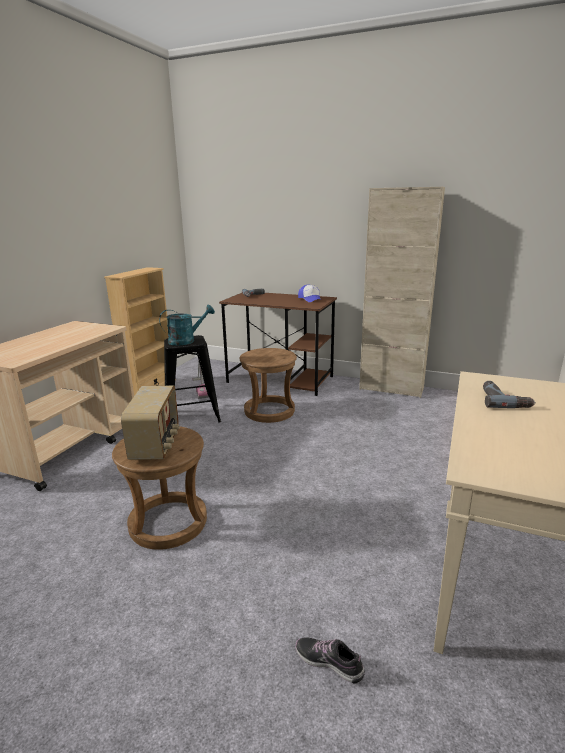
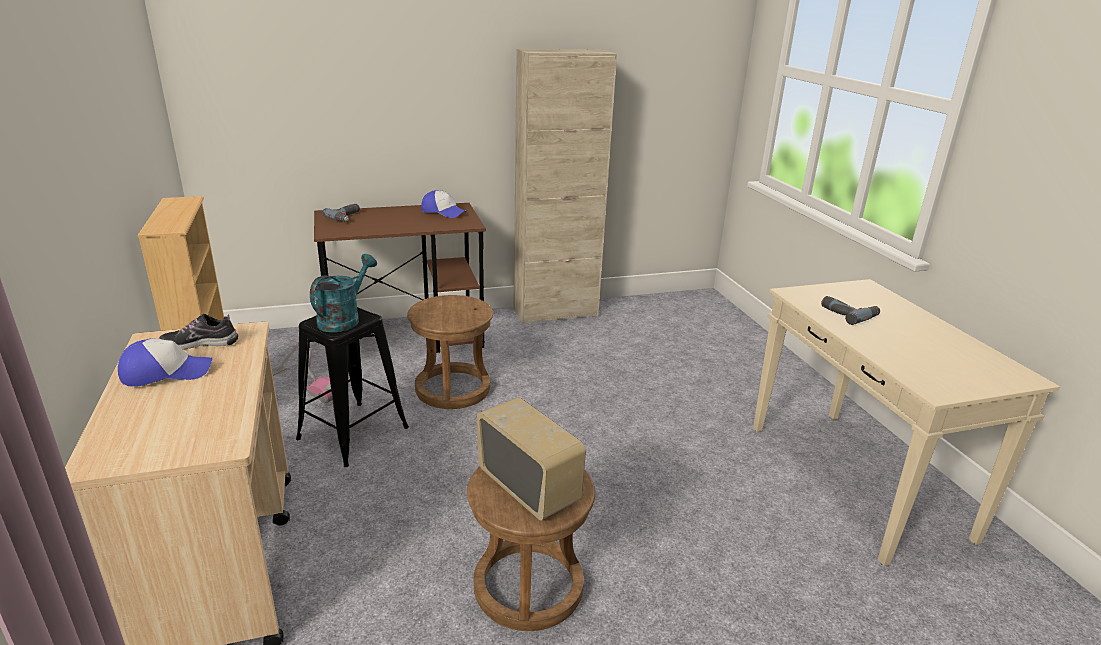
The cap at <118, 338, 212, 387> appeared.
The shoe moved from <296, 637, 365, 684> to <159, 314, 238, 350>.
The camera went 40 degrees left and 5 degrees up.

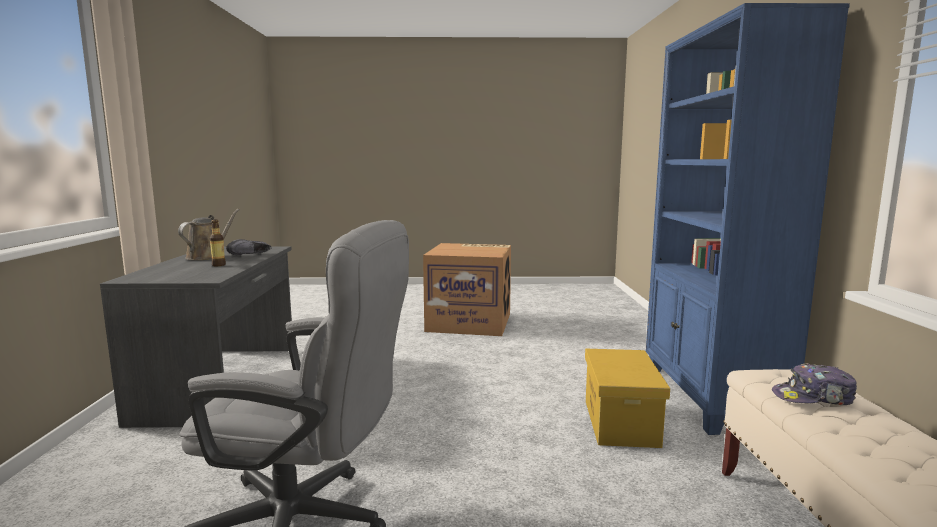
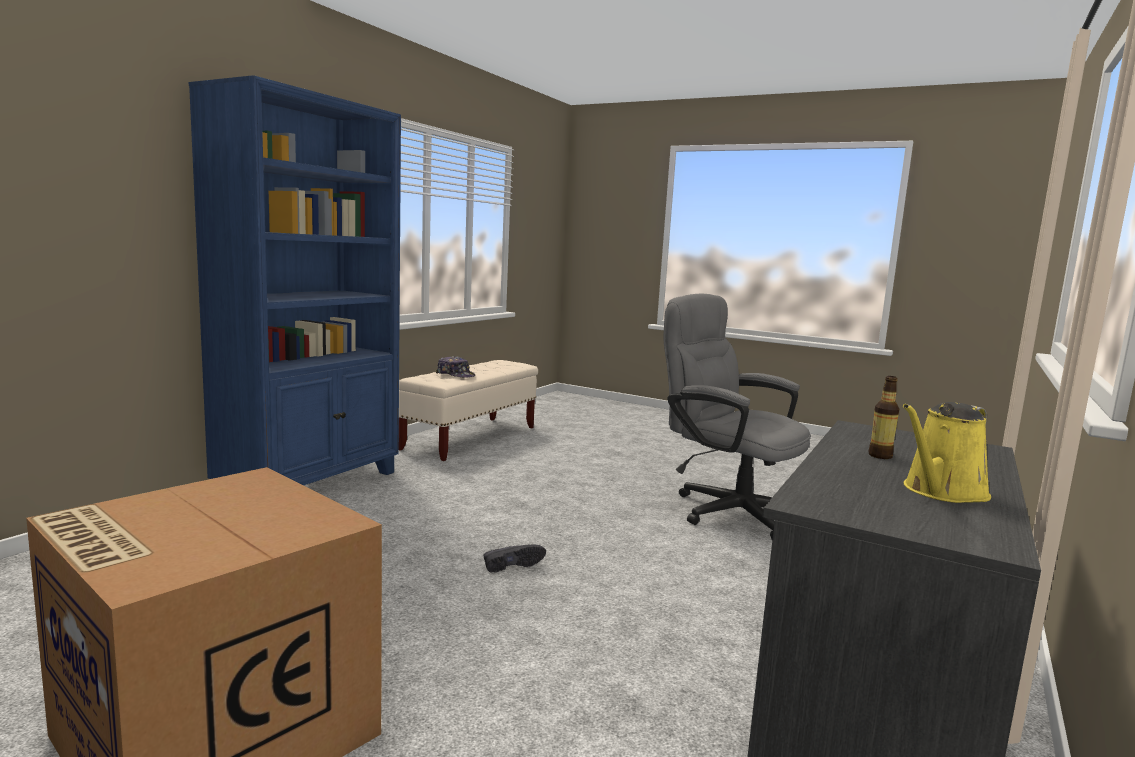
The black_shoe moved from <226, 239, 272, 255> to <484, 545, 546, 573>.
The brown_watering_can at <178, 209, 240, 260> became the yellow_watering_can at <903, 402, 991, 503>.
The yellow_storage_box at <585, 349, 670, 448> disappeared.
The camera went 150 degrees left and 0 degrees up.

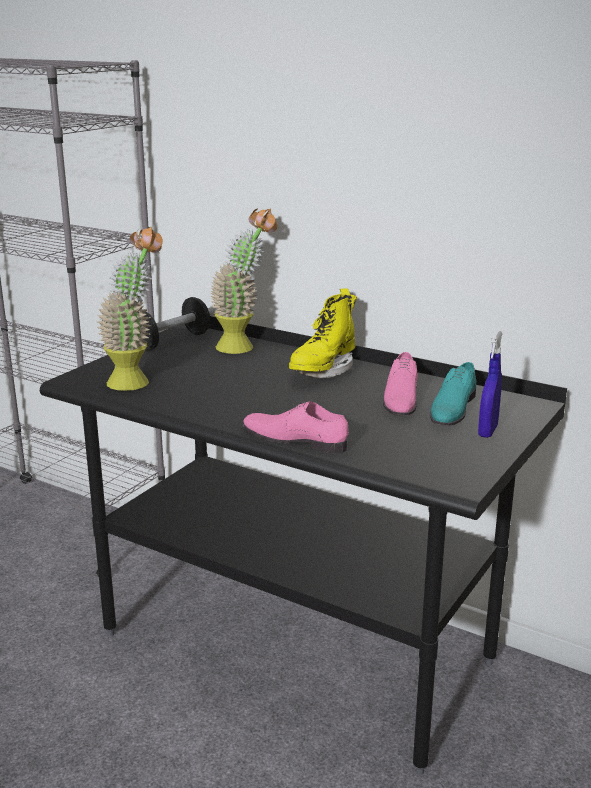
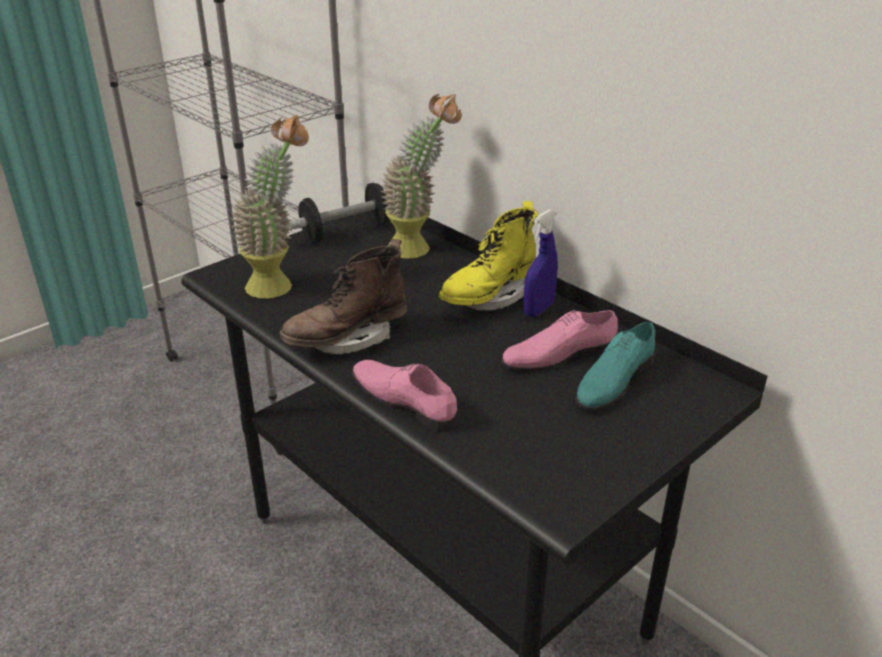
The brown_boot at <280, 239, 407, 354> appeared.
The pink_shoe at <383, 352, 418, 415> turned 45 degrees clockwise.
The blue_spray_bottle moved from <478, 330, 503, 438> to <523, 209, 558, 317>.
The camera went 15 degrees right and 10 degrees up.

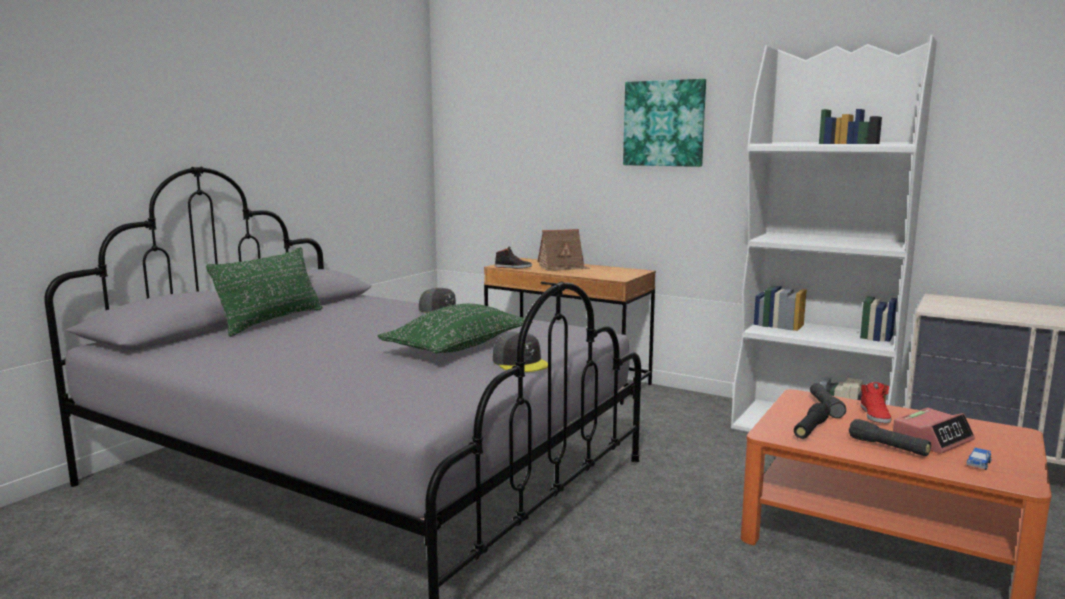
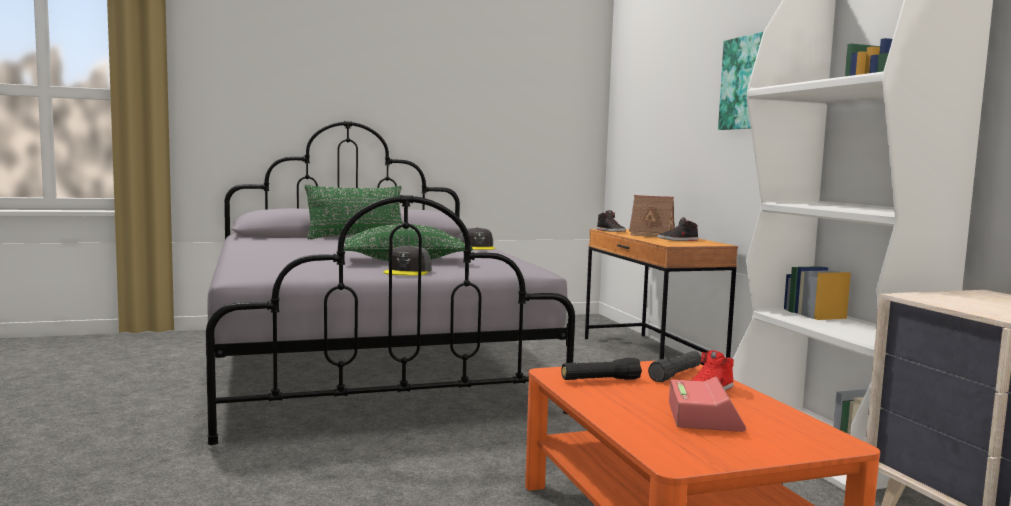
The black_shoe at <657, 217, 698, 241> appeared.
The alarm_clock at <893, 408, 975, 454> turned 90 degrees counterclockwise.
The black_flashlight at <849, 419, 931, 456> disappeared.
The toy_car at <966, 448, 992, 470> disappeared.
The camera went 40 degrees right and 5 degrees down.

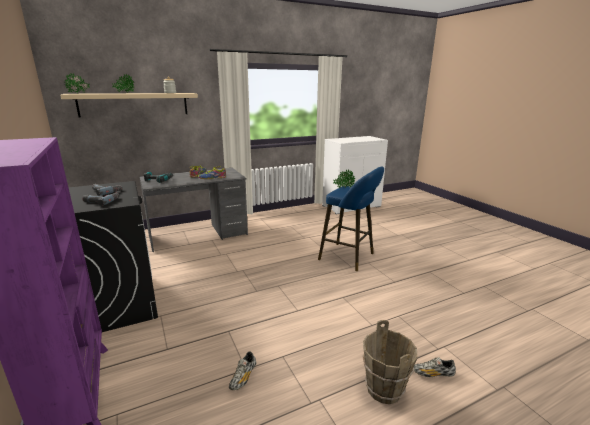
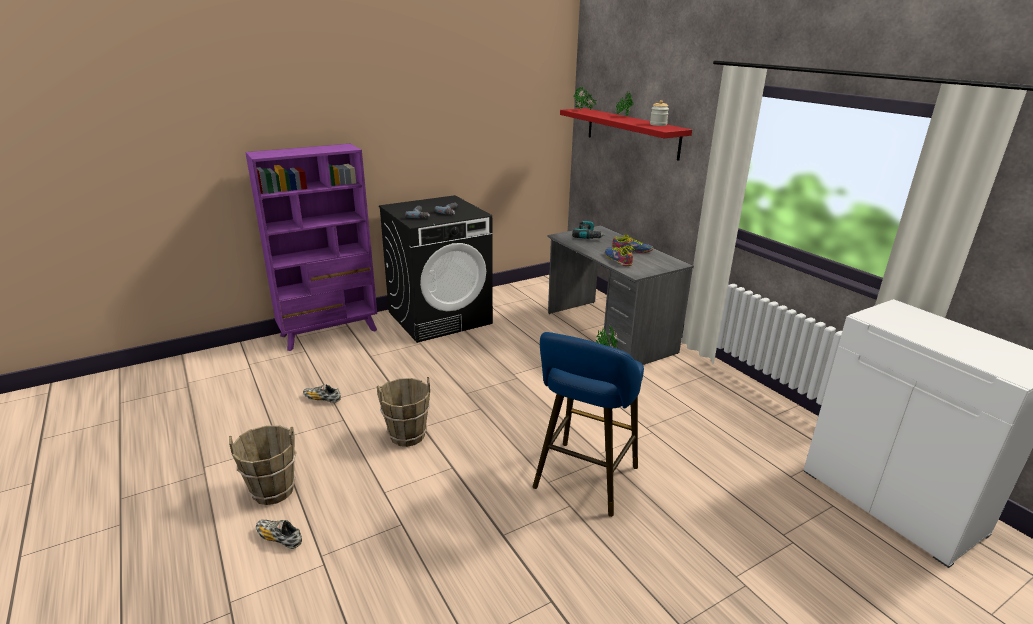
The shoe at <414, 357, 456, 377> turned 60 degrees counterclockwise.
The brown_bucket at <377, 377, 430, 447> appeared.
The beige_shelf at <60, 93, 198, 117> became the red_shelf at <560, 108, 692, 161>.
The camera went 85 degrees right and 5 degrees up.

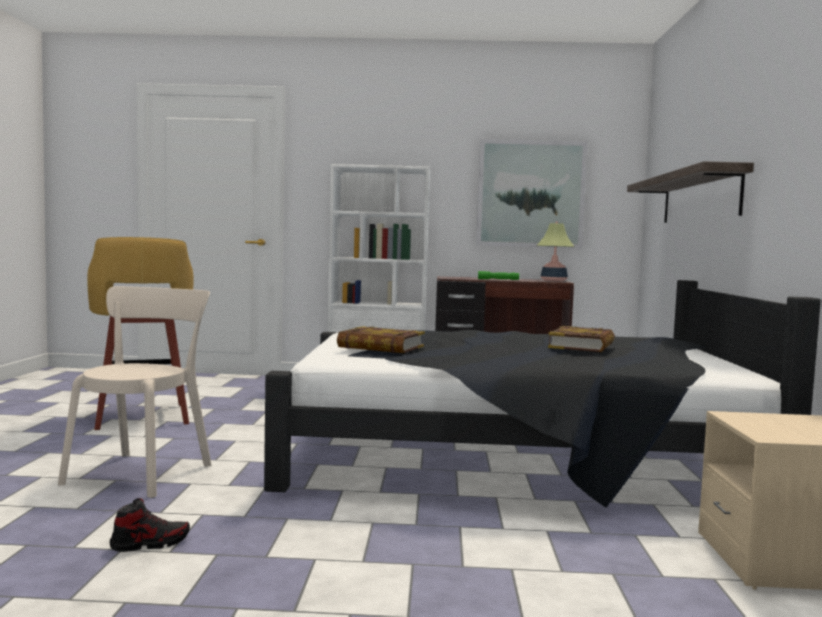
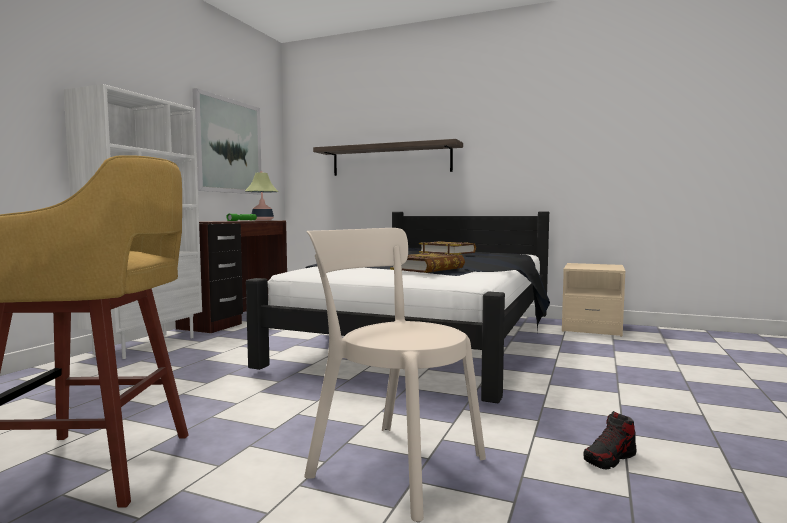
The shoe at <110, 498, 190, 552> turned 120 degrees counterclockwise.
The camera went 70 degrees left and 0 degrees up.

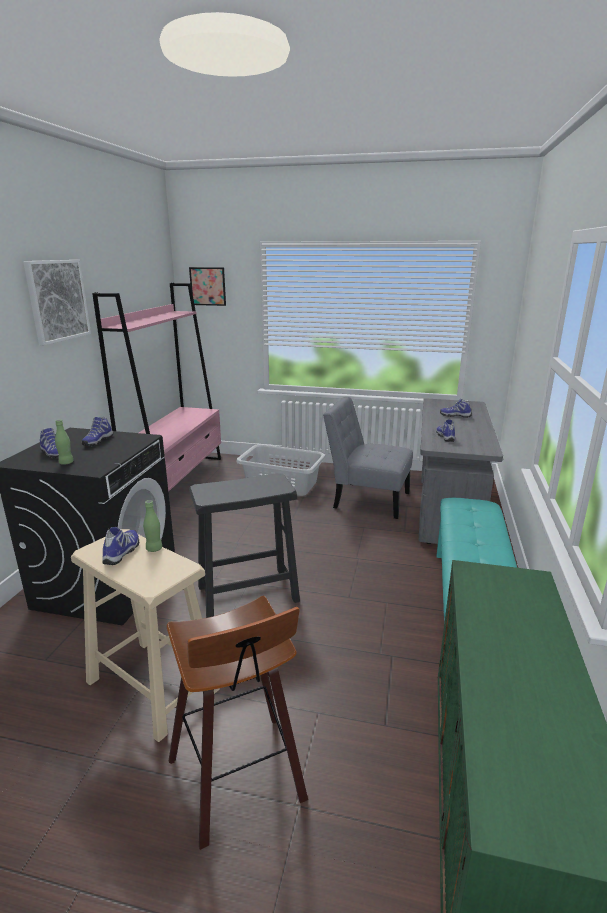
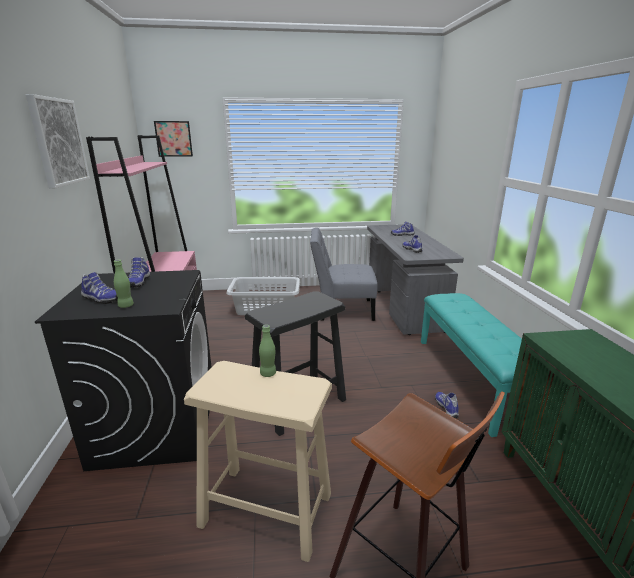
The shoe moved from <102, 527, 139, 565> to <435, 392, 459, 418>.
The camera went 20 degrees left and 0 degrees up.

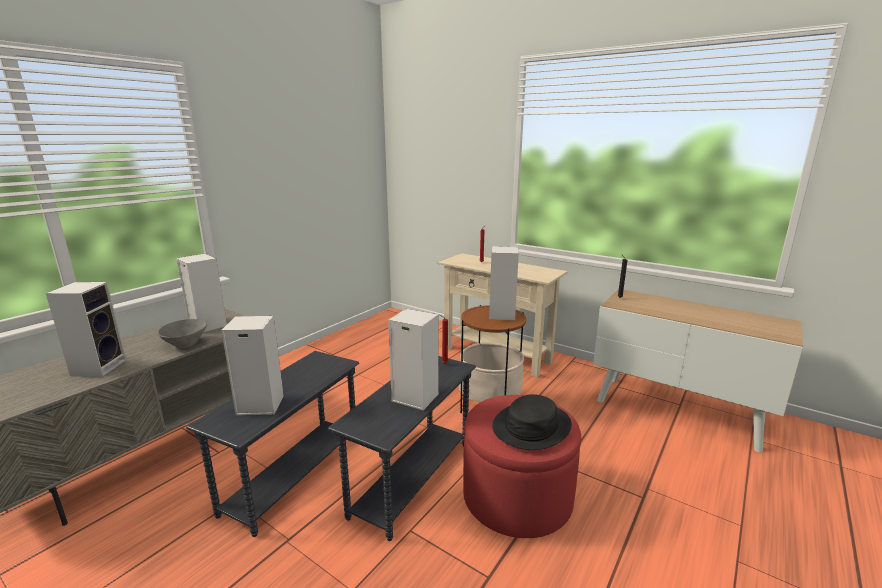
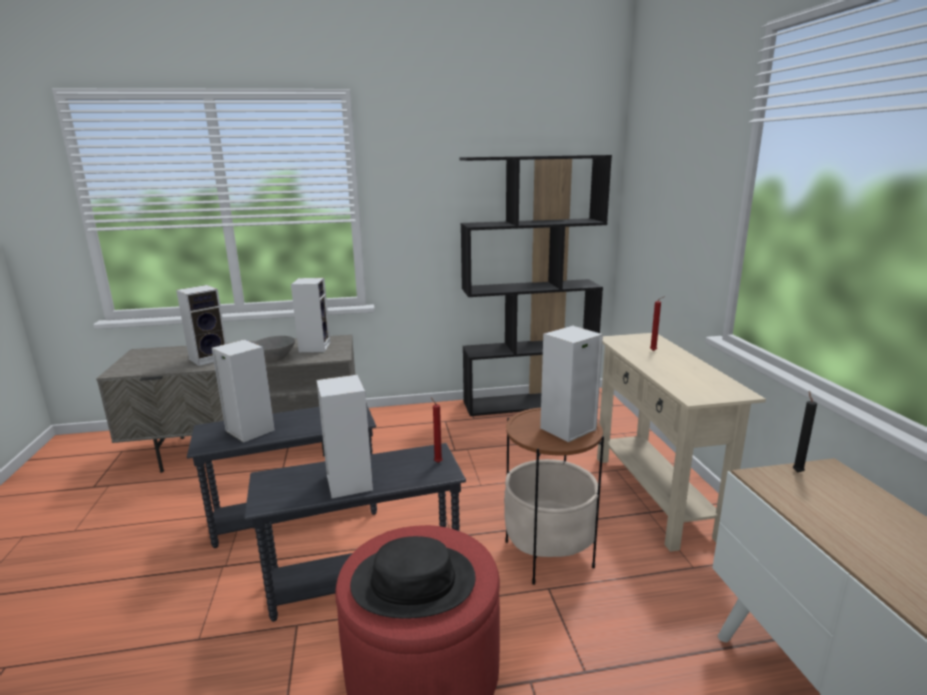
The black_bookcase at <459, 155, 612, 416> appeared.
The camera went 45 degrees right and 0 degrees up.

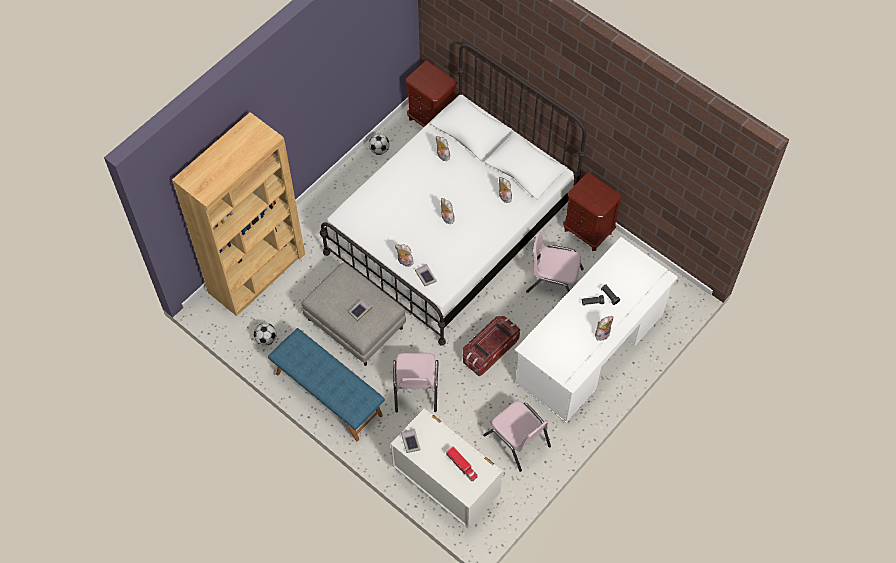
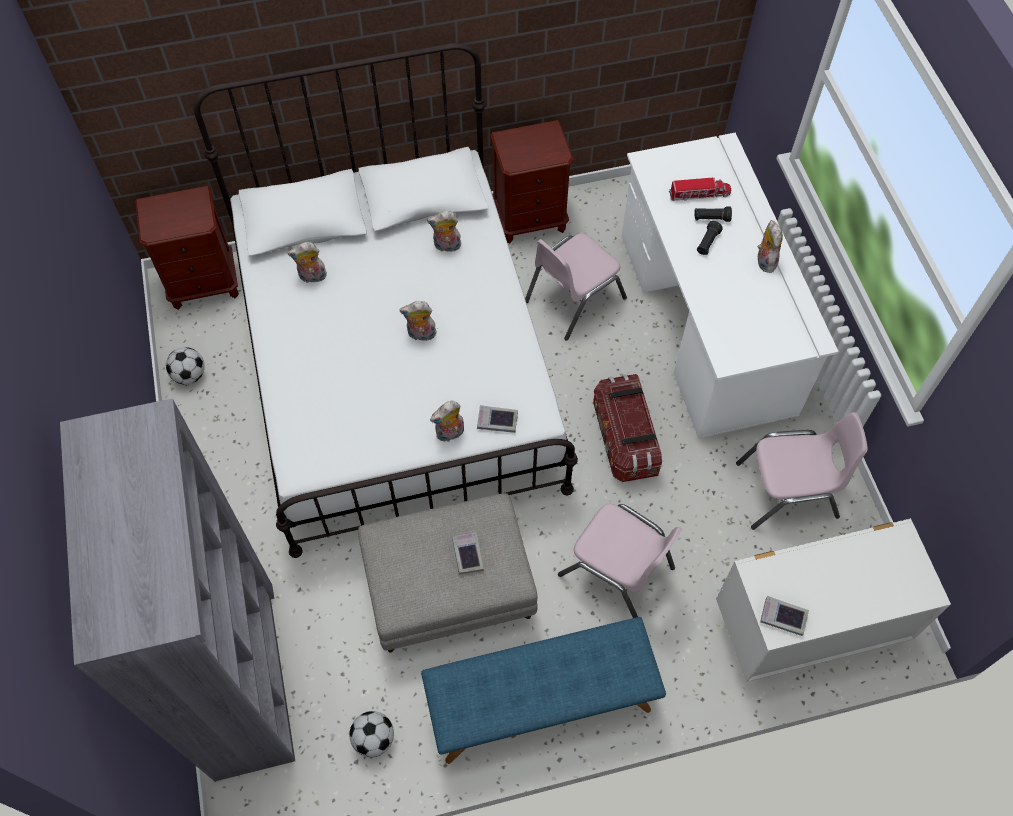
The brown_bookcase at <172, 112, 305, 316> became the grey_bookcase at <60, 399, 295, 782>.
The toy_truck moved from <446, 446, 478, 481> to <669, 177, 731, 201>.
The camera went 55 degrees left and 0 degrees up.

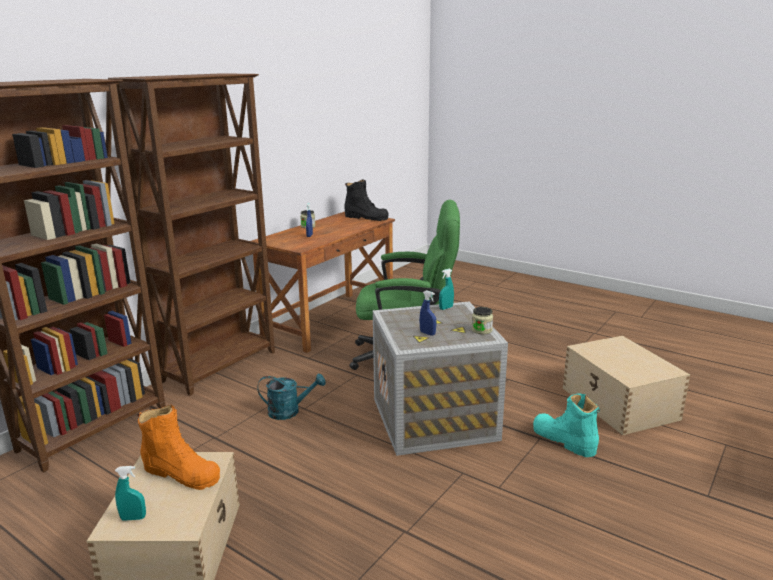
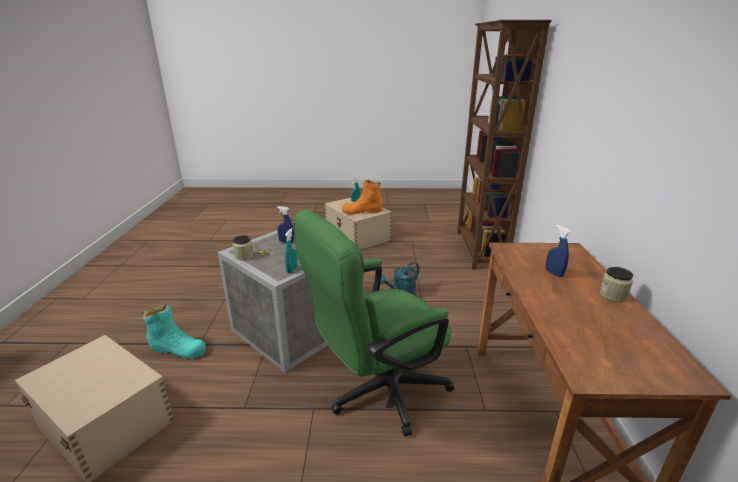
The brown_bookcase at <108, 73, 275, 396> disappeared.
The black_boot at <344, 179, 389, 221> disappeared.
The camera went 145 degrees right and 5 degrees up.

